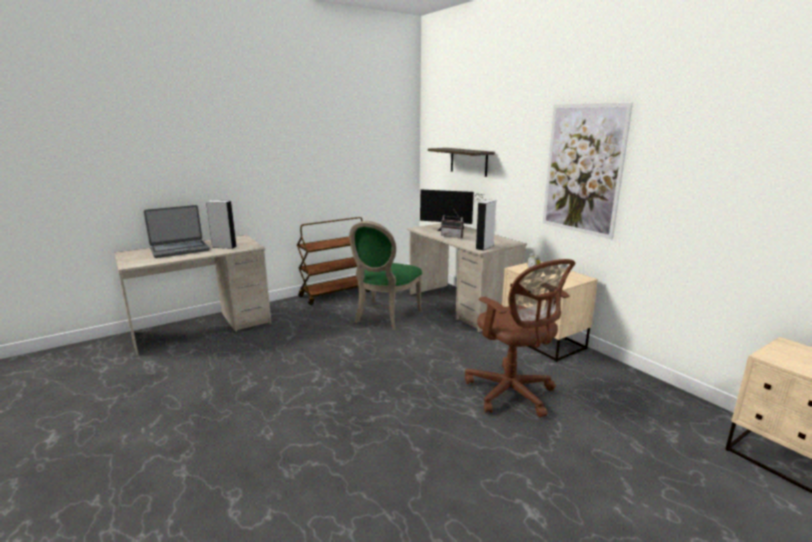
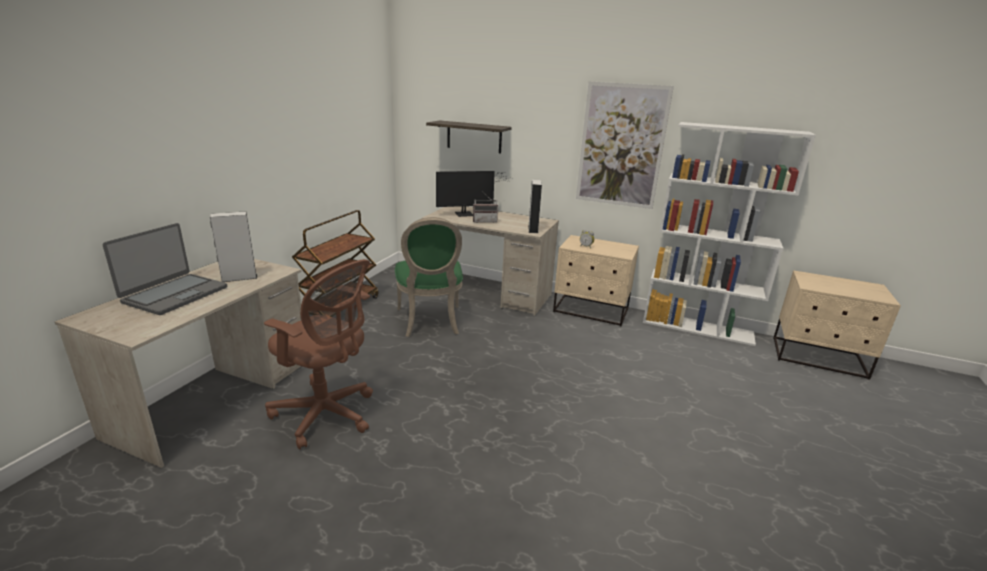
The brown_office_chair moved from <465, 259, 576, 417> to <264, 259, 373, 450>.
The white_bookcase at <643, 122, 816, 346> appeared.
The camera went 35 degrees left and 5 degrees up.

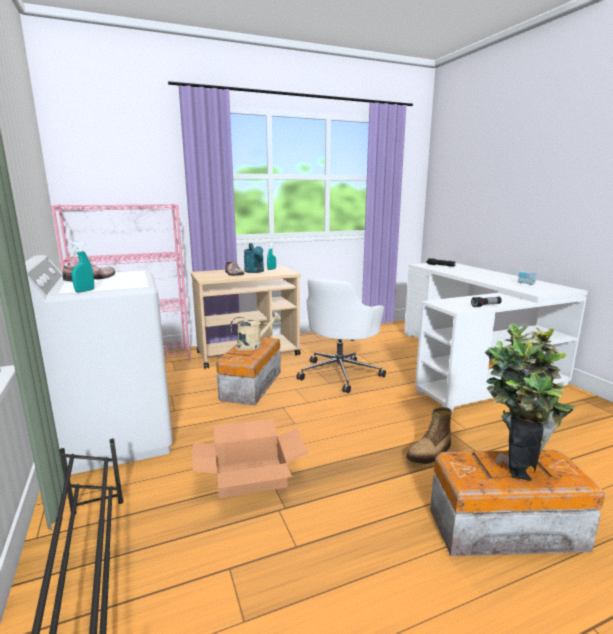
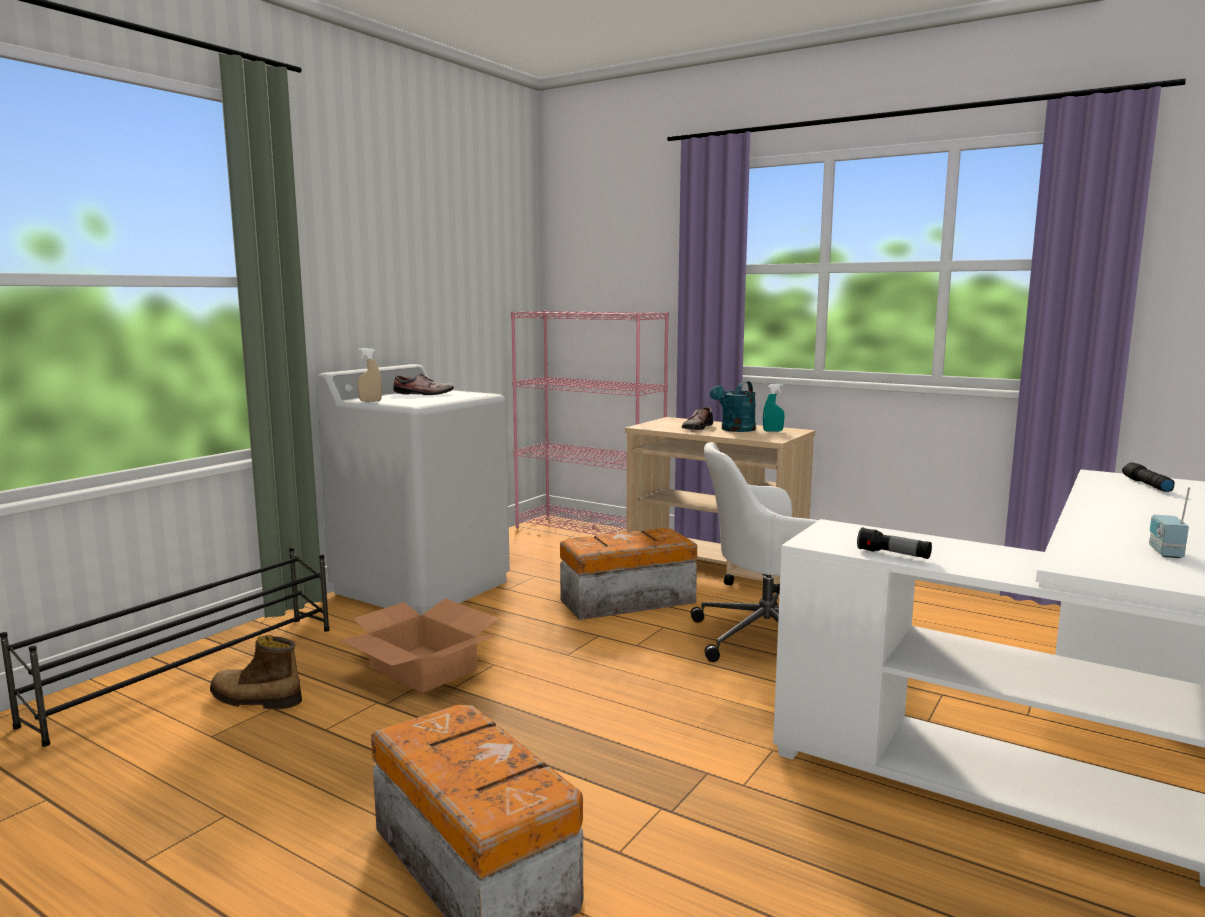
The boot moved from <406, 407, 452, 464> to <210, 635, 302, 709>.
The turquoise_spray_bottle at <69, 241, 94, 292> became the beige_spray_bottle at <358, 348, 382, 402>.
The beige_watering_can at <230, 312, 281, 350> disappeared.
The potted_plant at <485, 323, 575, 481> disappeared.
The camera went 55 degrees right and 5 degrees down.

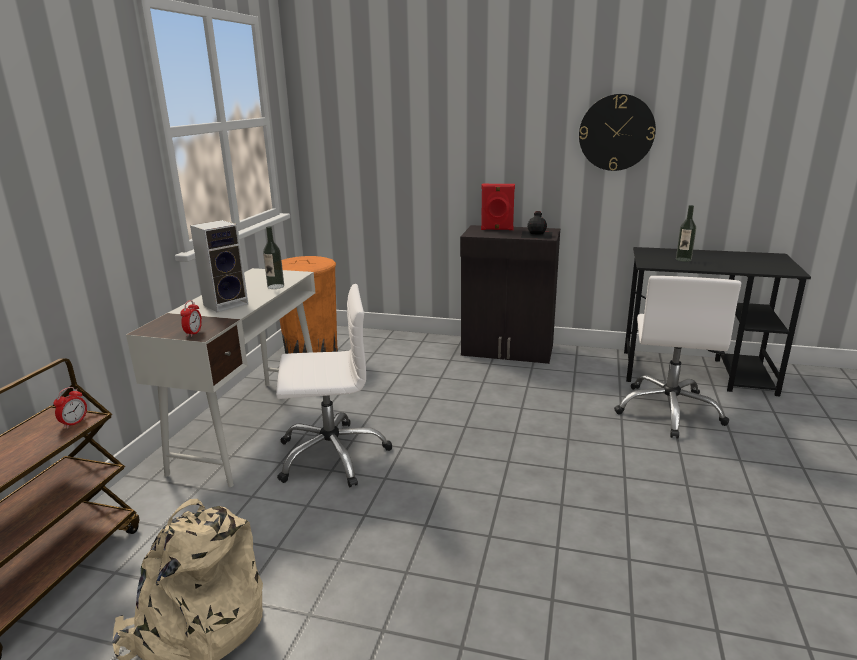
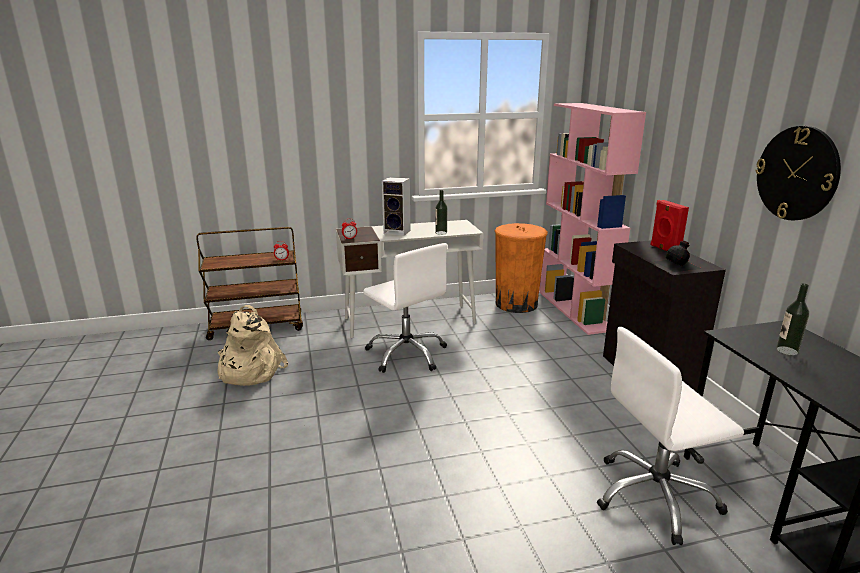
The pink_bookcase at <539, 103, 646, 335> appeared.
The camera went 60 degrees right and 0 degrees up.

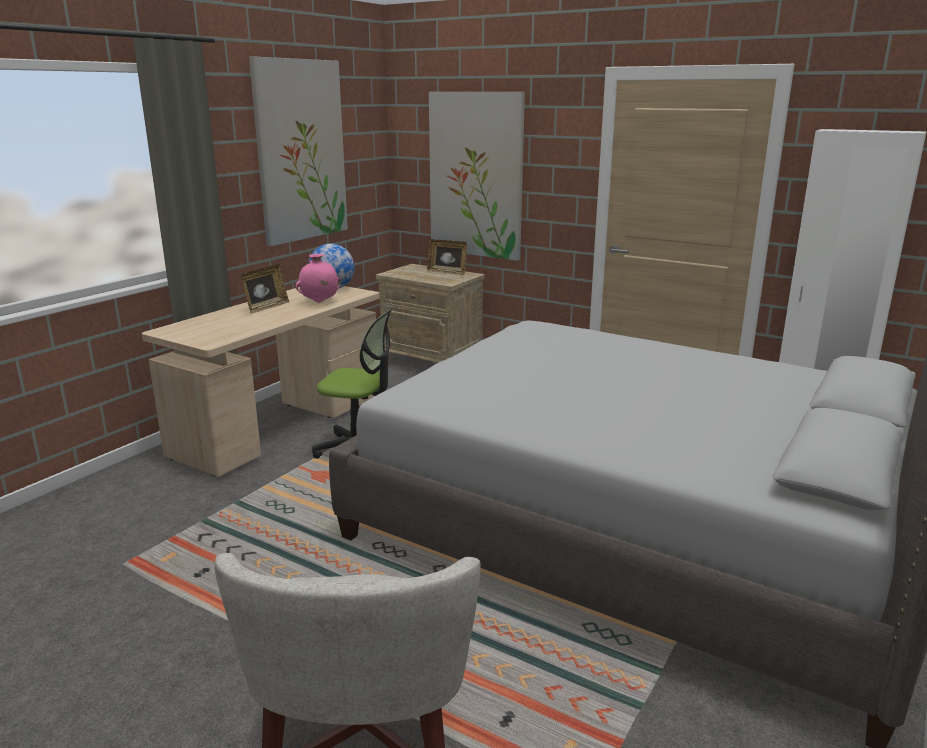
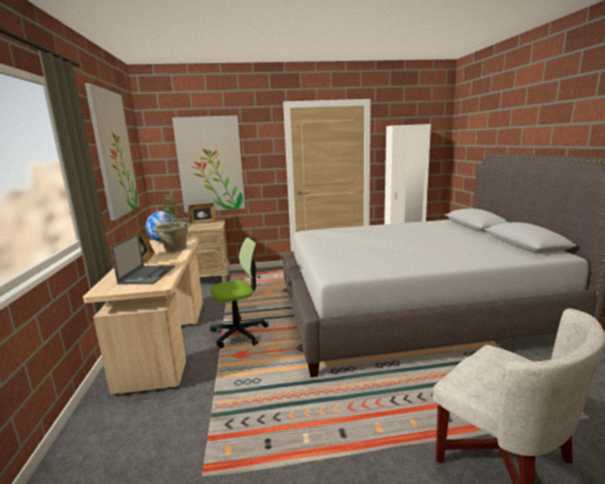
The laptop at <110, 233, 175, 284> appeared.
The pink_vase at <295, 254, 341, 303> was replaced by the potted_plant at <153, 194, 191, 252>.
The camera went 40 degrees left and 5 degrees down.

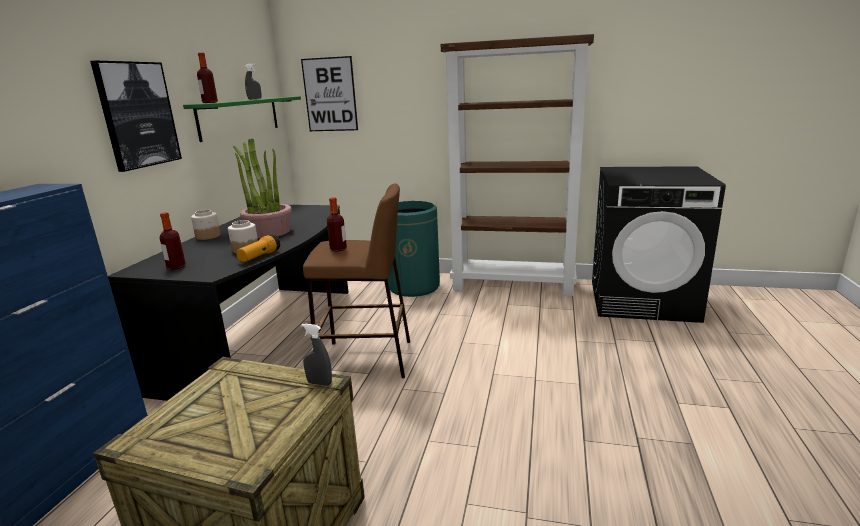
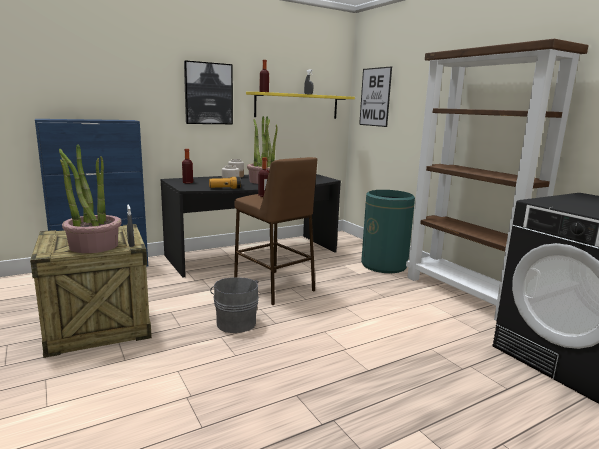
The potted_plant at <59, 145, 122, 253> appeared.
The grey_bucket at <210, 277, 259, 333> appeared.
The green_shelf at <183, 96, 301, 142> became the yellow_shelf at <246, 92, 355, 119>.
The camera went 45 degrees right and 5 degrees down.

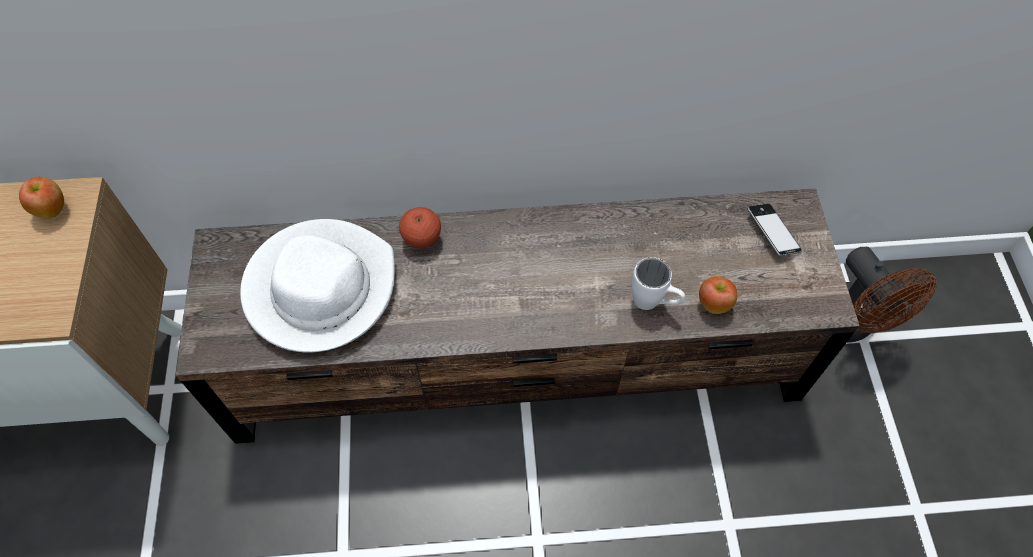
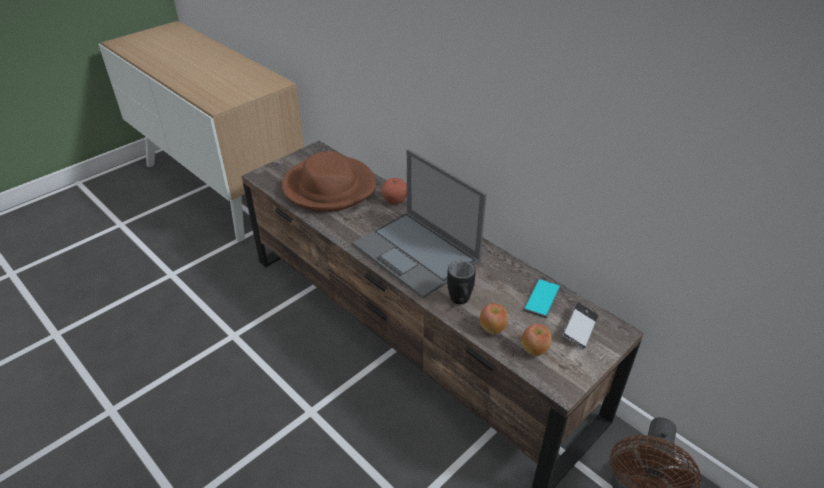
The white_hat at <240, 219, 395, 352> became the brown_hat at <282, 151, 376, 212>.
The laptop at <352, 149, 487, 299> appeared.
The white_mug at <631, 257, 685, 310> became the black_mug at <447, 261, 476, 305>.
The apple moved from <19, 177, 64, 218> to <522, 324, 552, 356>.
The phone at <524, 279, 561, 318> appeared.
The camera went 50 degrees right and 20 degrees down.

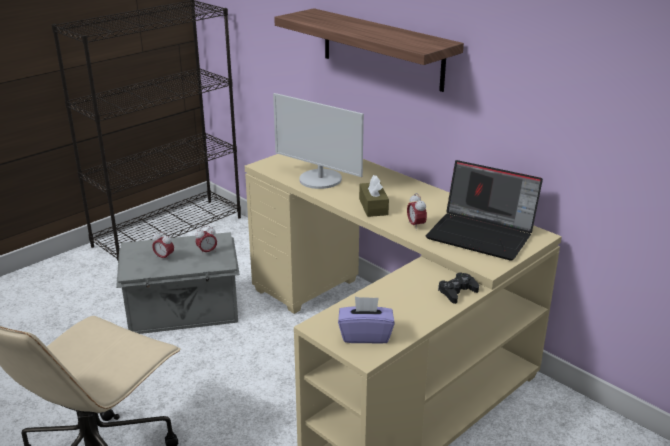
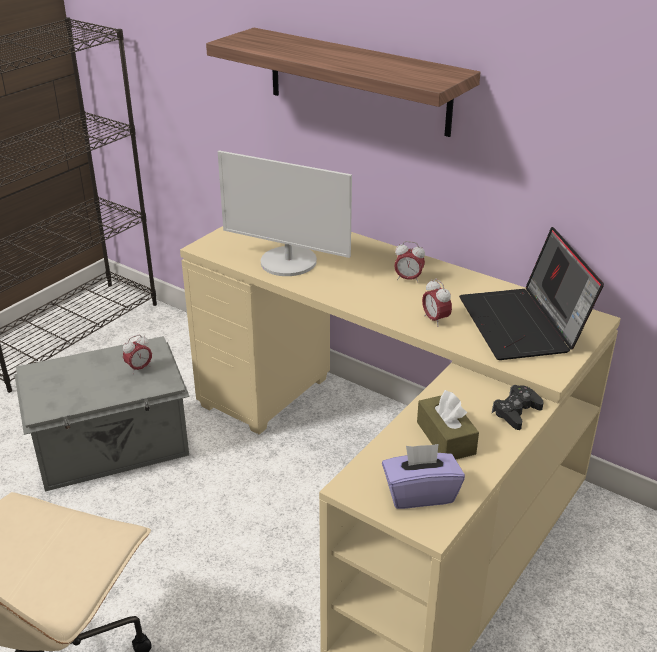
The alarm_clock moved from <152, 231, 174, 261> to <394, 241, 425, 283>.
The brown_tissue_box moved from <359, 175, 389, 217> to <417, 390, 479, 459>.
The laptop at <426, 160, 543, 261> turned 60 degrees clockwise.
The camera went 10 degrees left and 5 degrees up.

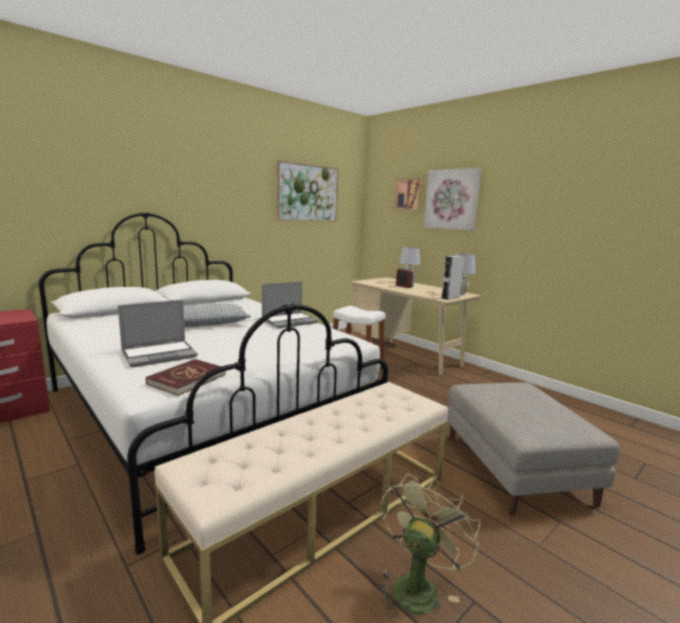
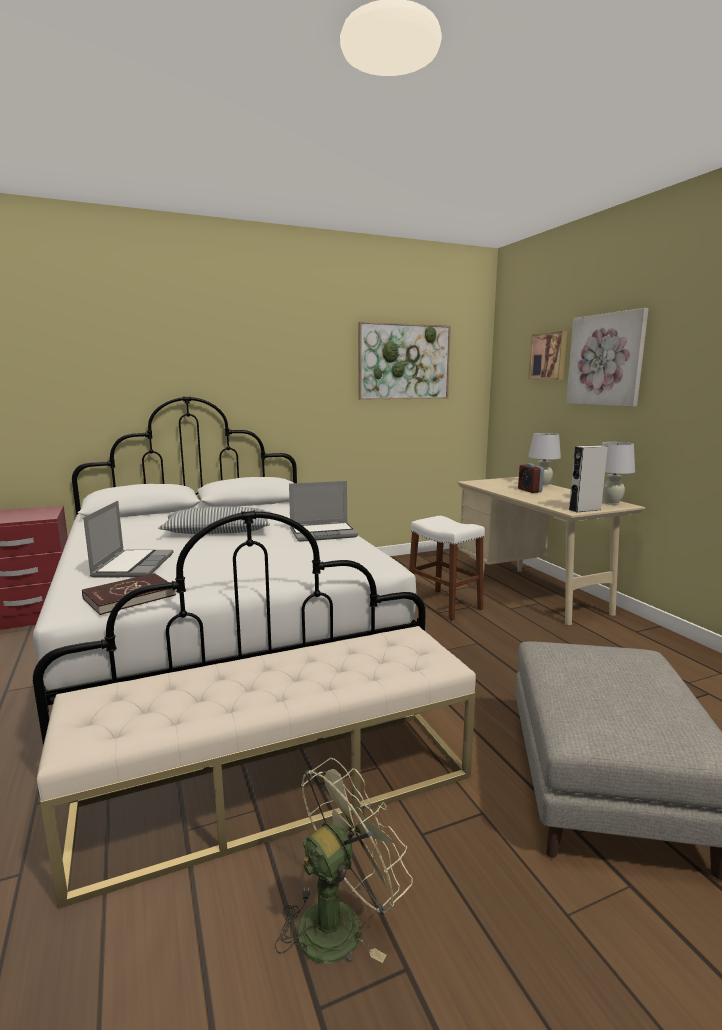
The laptop at <118, 300, 198, 368> turned 75 degrees counterclockwise.
The camera went 20 degrees right and 0 degrees up.

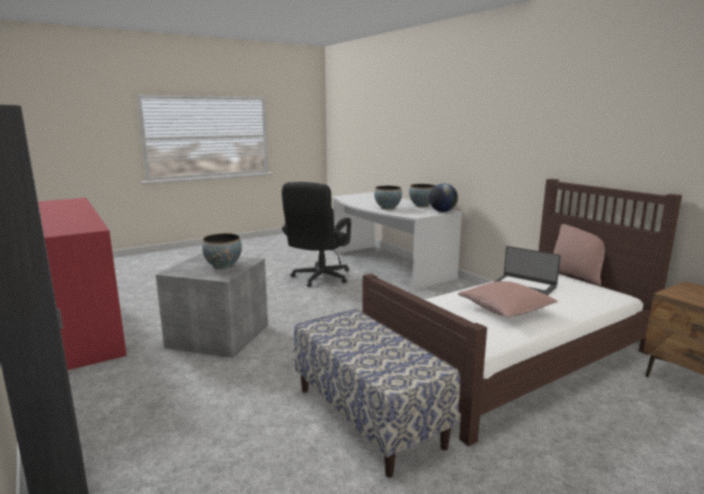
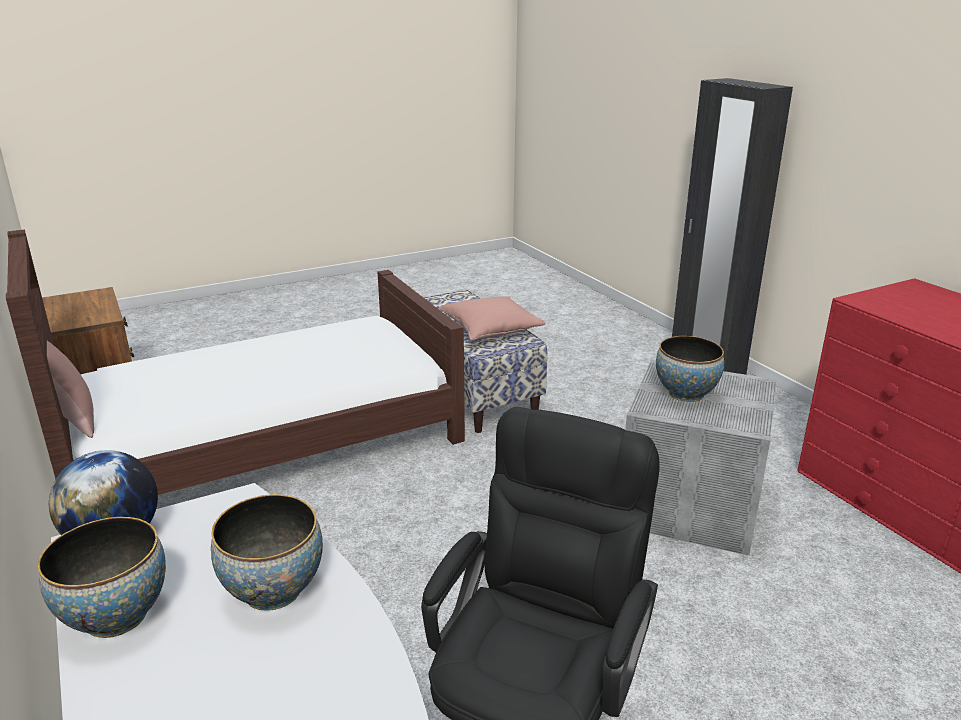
The pink_pillow moved from <458, 281, 558, 317> to <439, 296, 545, 341>.
The laptop at <494, 246, 561, 296> disappeared.
The camera went 175 degrees left and 10 degrees up.

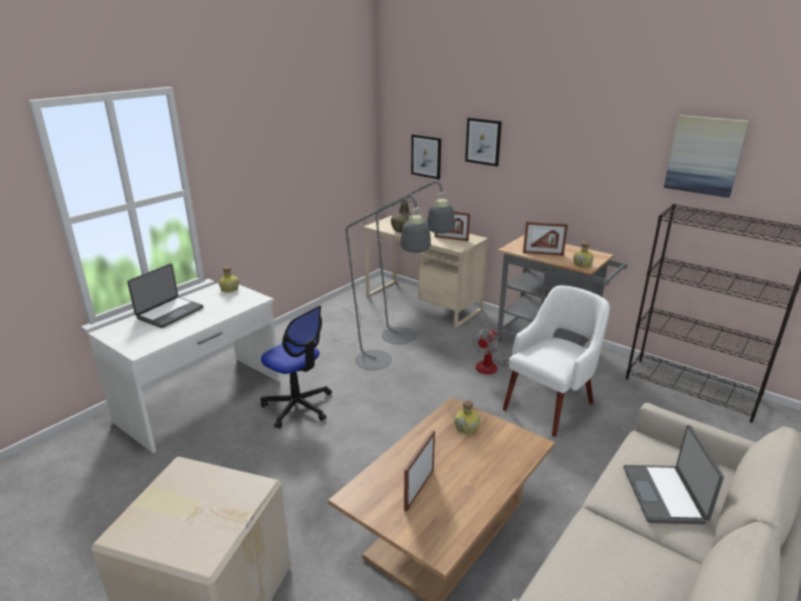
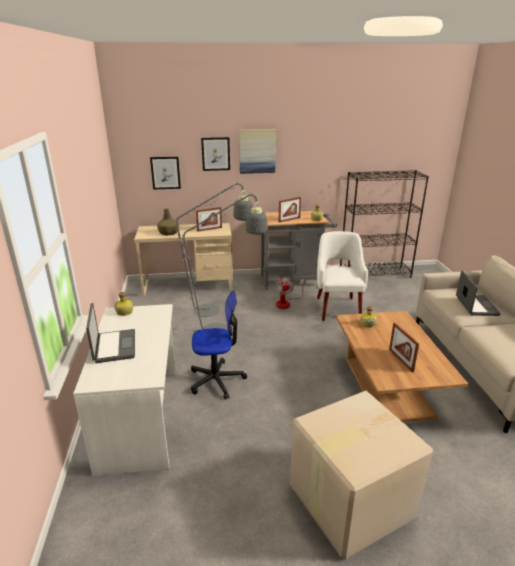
The picture moved from <664, 115, 749, 198> to <239, 129, 276, 174>.
The laptop at <623, 425, 724, 524> turned 135 degrees counterclockwise.
The camera went 45 degrees left and 0 degrees up.

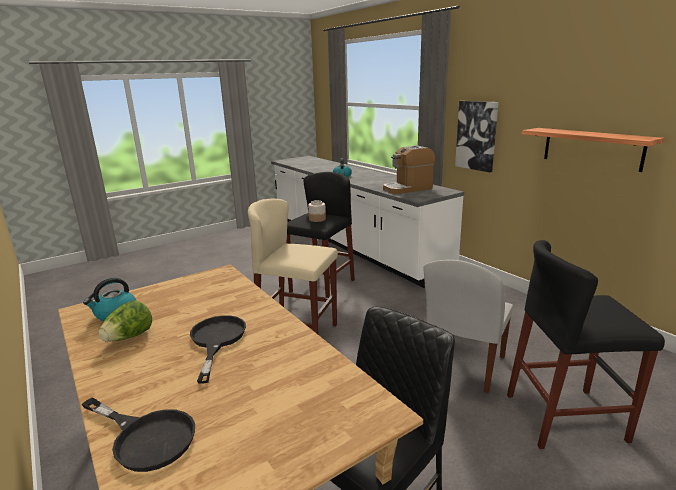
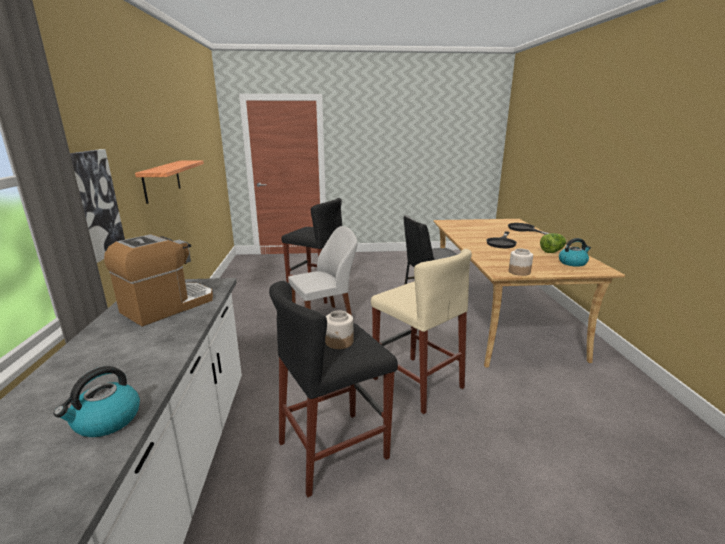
The coffee_machine at <383, 145, 435, 194> turned 60 degrees counterclockwise.
The jar at <509, 248, 533, 276> appeared.
The camera went 150 degrees left and 0 degrees up.

